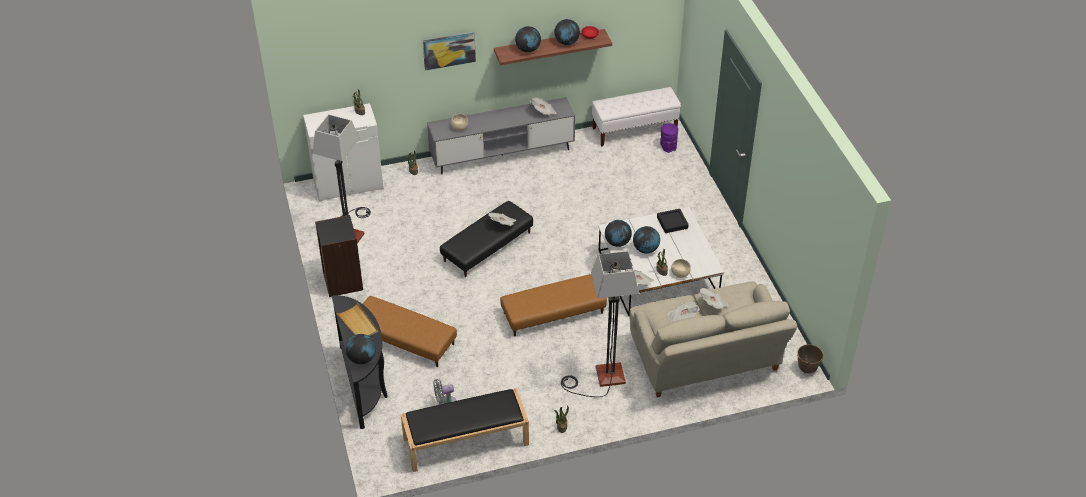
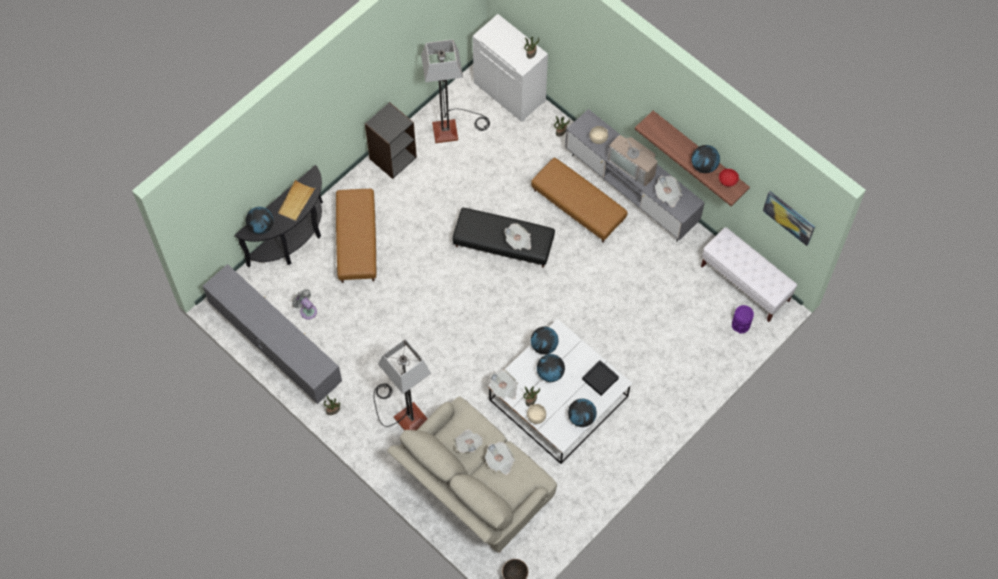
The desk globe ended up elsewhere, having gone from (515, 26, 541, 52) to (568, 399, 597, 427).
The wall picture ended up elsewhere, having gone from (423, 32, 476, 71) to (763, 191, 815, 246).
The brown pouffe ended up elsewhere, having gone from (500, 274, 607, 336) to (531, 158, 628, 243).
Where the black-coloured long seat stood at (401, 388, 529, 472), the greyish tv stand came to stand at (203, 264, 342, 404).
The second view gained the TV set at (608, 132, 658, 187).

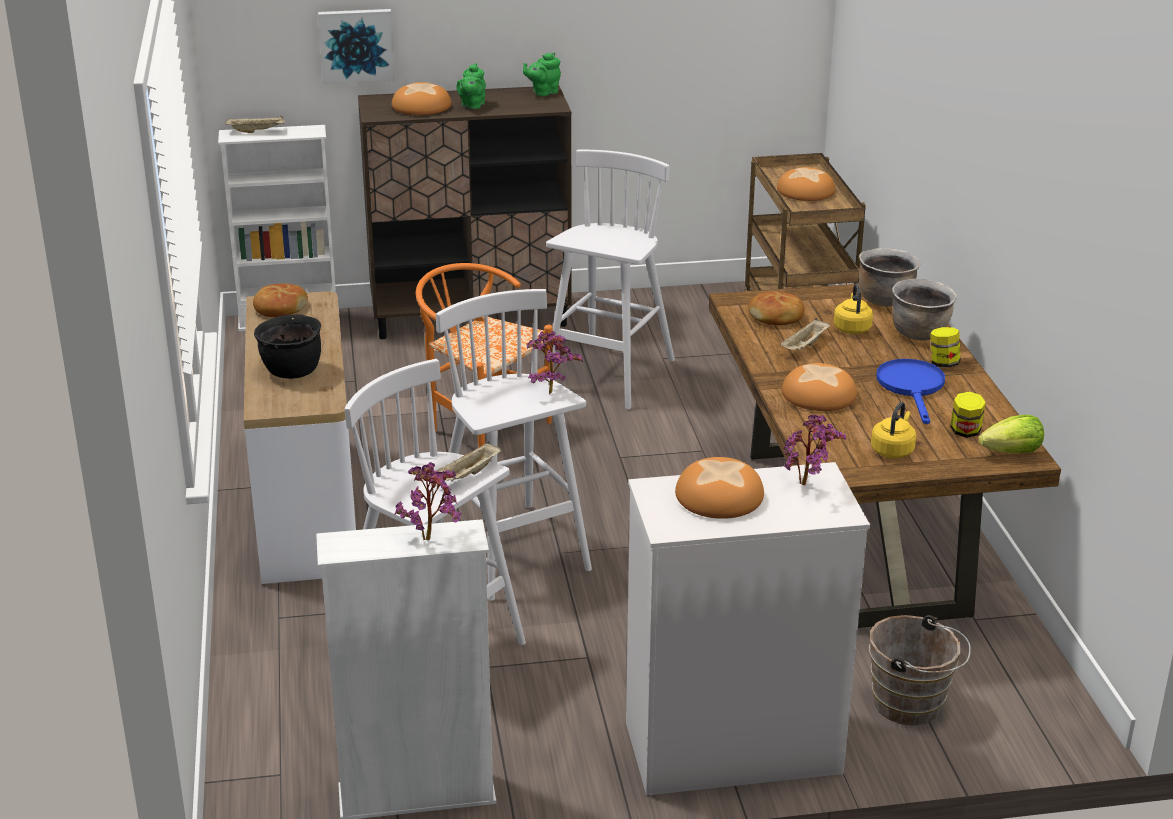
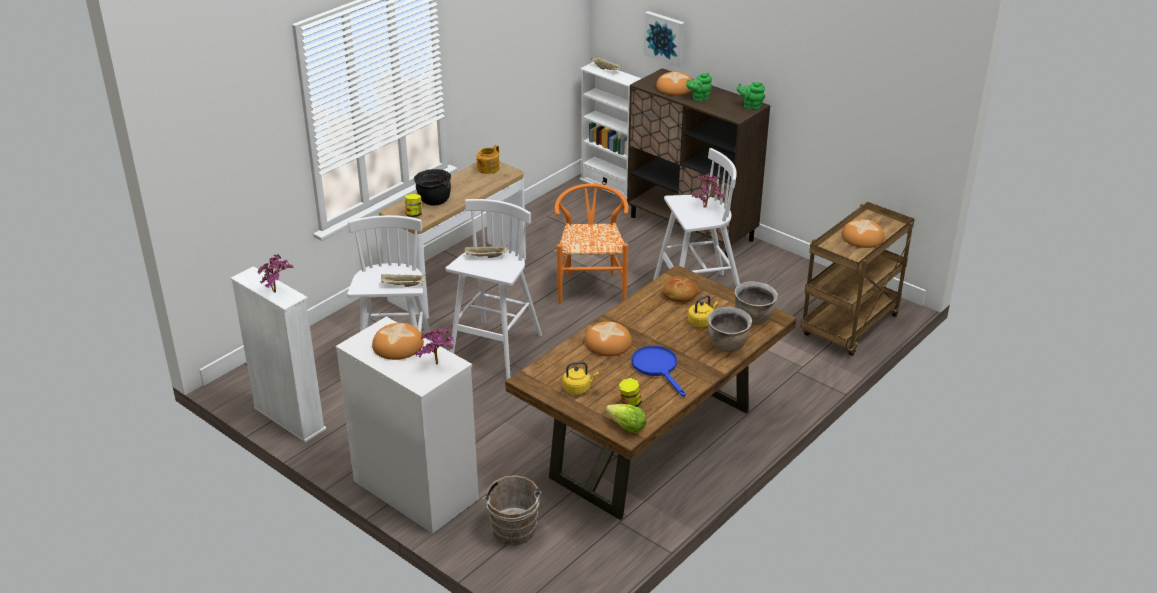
Where the bakery bread stood at (253, 284, 308, 317), the tea pot came to stand at (476, 145, 500, 174).
The sand-coloured serving tray ended up elsewhere, having gone from (780, 318, 830, 350) to (465, 245, 508, 258).
The jar ended up elsewhere, having gone from (930, 327, 961, 367) to (405, 194, 422, 217).
The plant in a pot ended up elsewhere, having gone from (527, 331, 583, 394) to (692, 173, 724, 208).
The blue-coloured frying pan at (877, 359, 945, 424) ended up facing another way, 75 degrees counterclockwise from before.

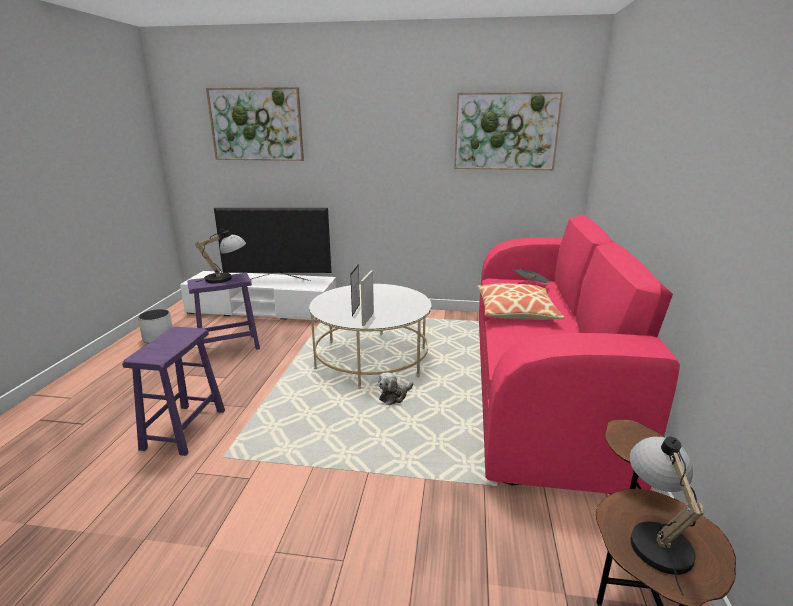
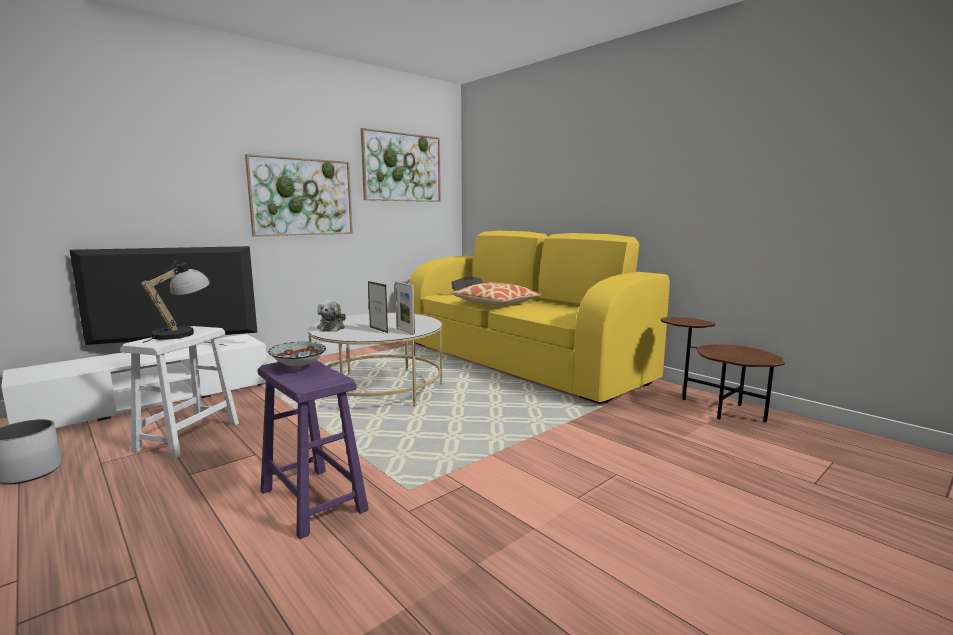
The wall picture ended up elsewhere, having gone from (206, 87, 304, 161) to (245, 154, 353, 237).
The TV set at (214, 208, 331, 281) ended up facing another way, 150 degrees counterclockwise from before.
What was the pink-coloured couch at (479, 215, 680, 494) turned into the yellow-coloured couch at (409, 231, 670, 403).
What was the purplish stool seat at (187, 273, 260, 360) turned into the white-coloured stool seat at (120, 326, 239, 458).
The cuddly toy ended up elsewhere, having gone from (378, 372, 413, 405) to (317, 300, 346, 332).
The second view lost the table lamp at (630, 437, 704, 596).
The second view gained the bowl at (268, 342, 326, 367).

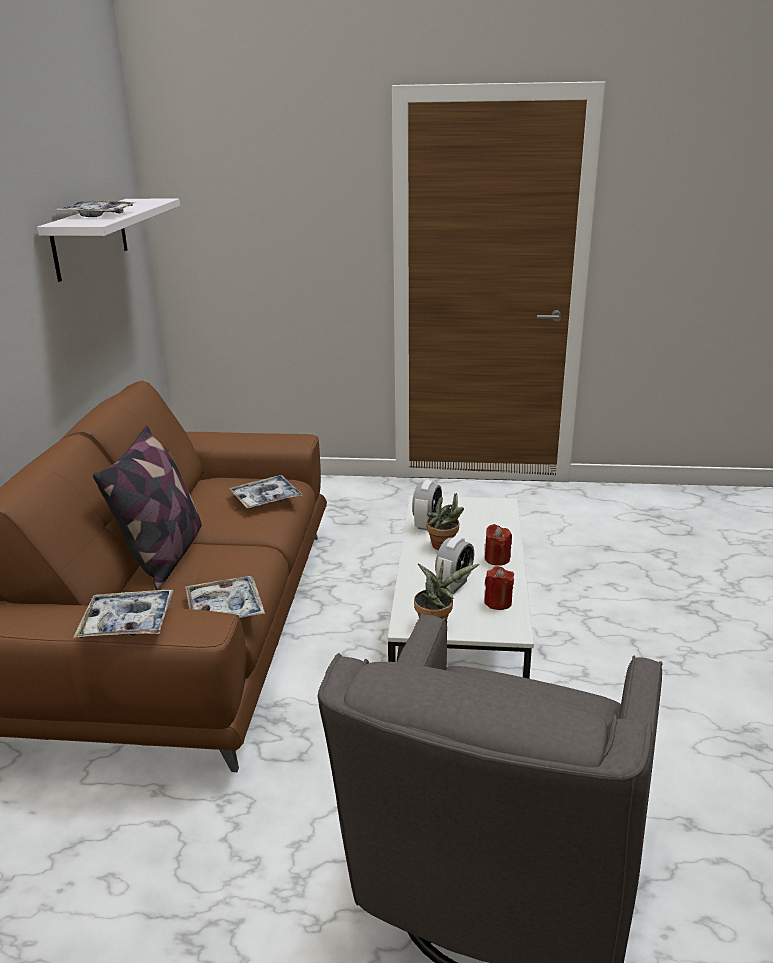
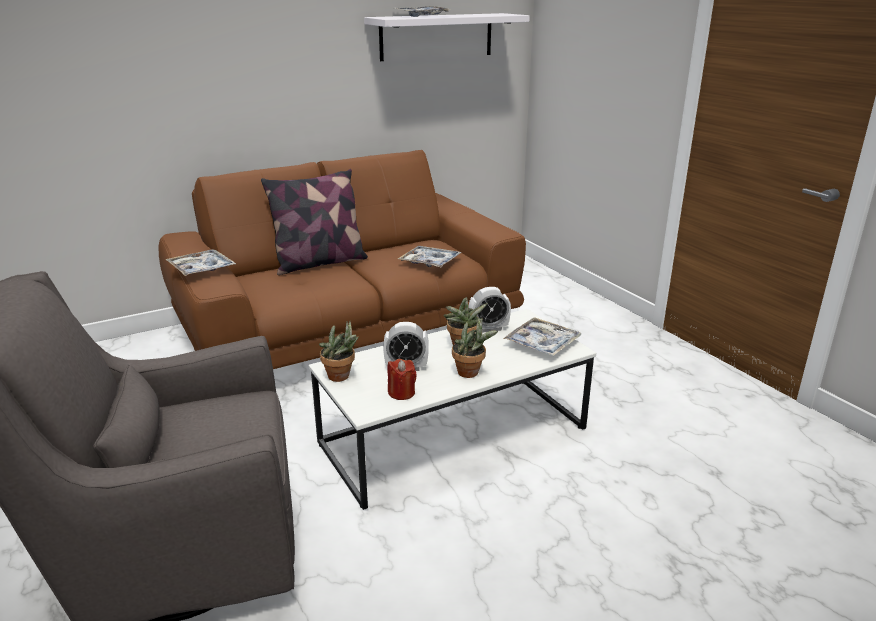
Where the red-coloured candle stood at (485, 524, 512, 566), the plant in a pot came to stand at (452, 317, 498, 378).
The serving tray ended up elsewhere, having gone from (185, 576, 265, 618) to (503, 317, 581, 356).

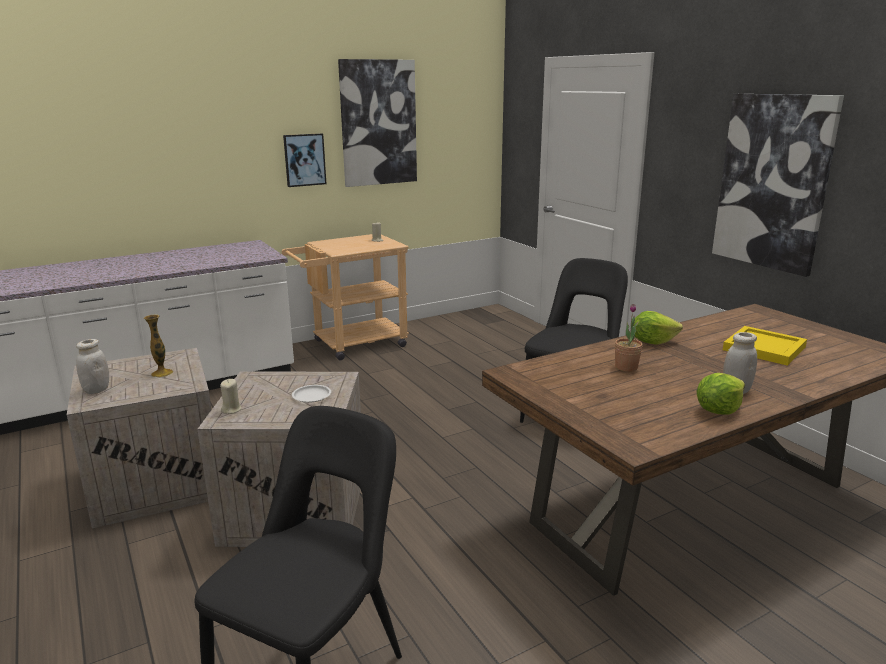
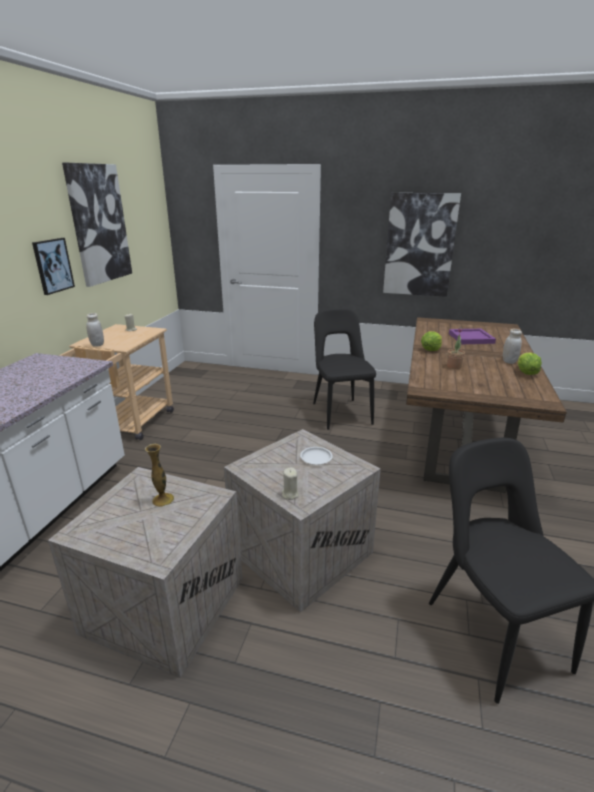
What was the yellow-coloured serving tray at (723, 326, 807, 366) turned into the purplish serving tray at (449, 329, 496, 344).
The white-coloured jar ended up elsewhere, having gone from (76, 339, 109, 394) to (86, 313, 104, 347).

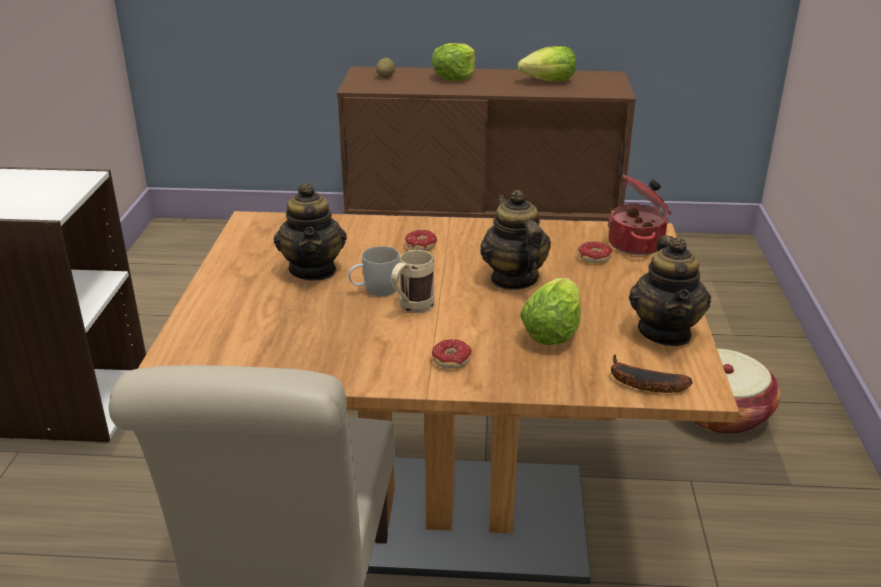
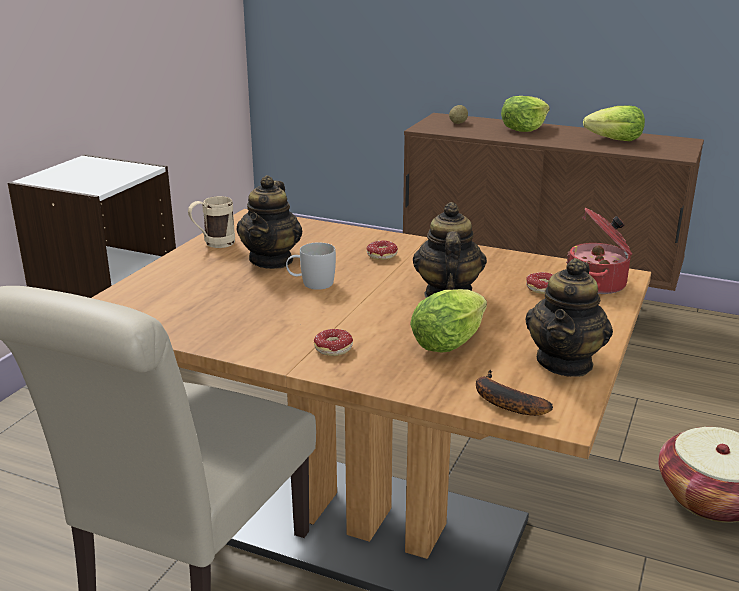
The sand-coloured tea mug ended up elsewhere, having gone from (391, 250, 435, 313) to (188, 196, 235, 248).

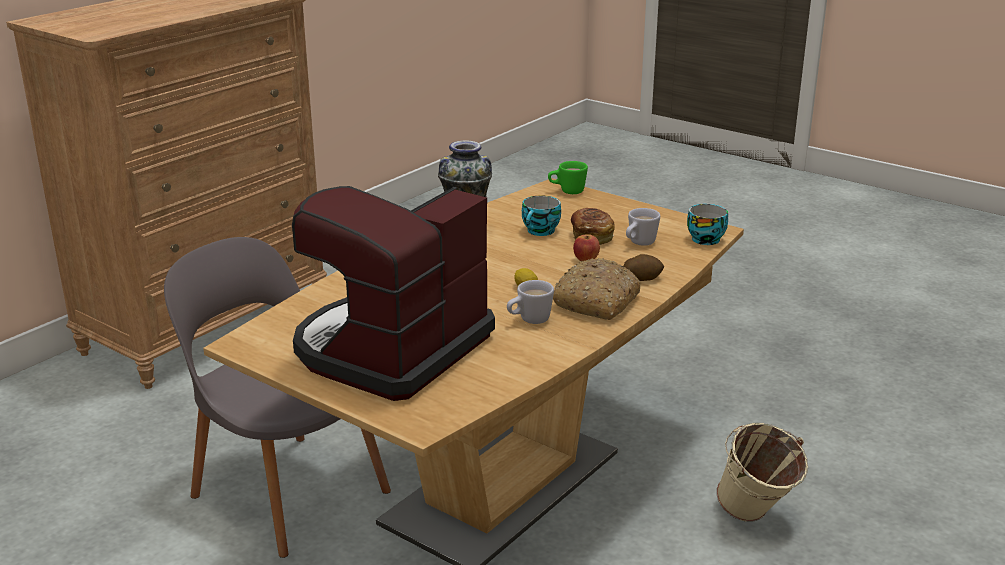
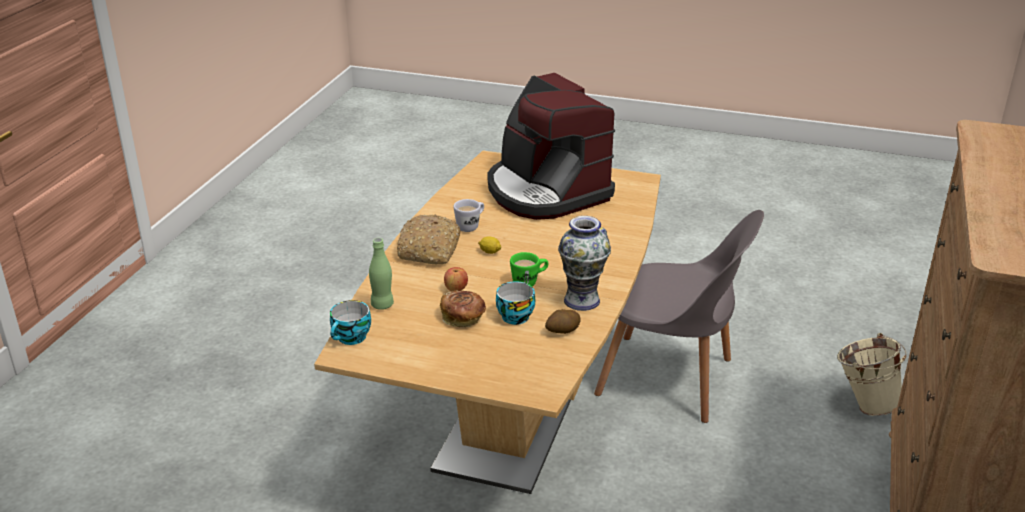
The green tea mug ended up elsewhere, having gone from (548, 161, 588, 194) to (510, 252, 549, 286).
The coffee maker at (292, 186, 495, 401) ended up facing another way, 135 degrees clockwise from before.
The second view lost the white-coloured tea mug at (626, 208, 660, 246).
The spud ended up elsewhere, having gone from (624, 254, 664, 281) to (545, 309, 581, 334).
The sand-coloured bucket ended up elsewhere, having gone from (716, 423, 808, 522) to (837, 333, 906, 416).
The second view gained the green beverage bottle at (369, 238, 394, 310).

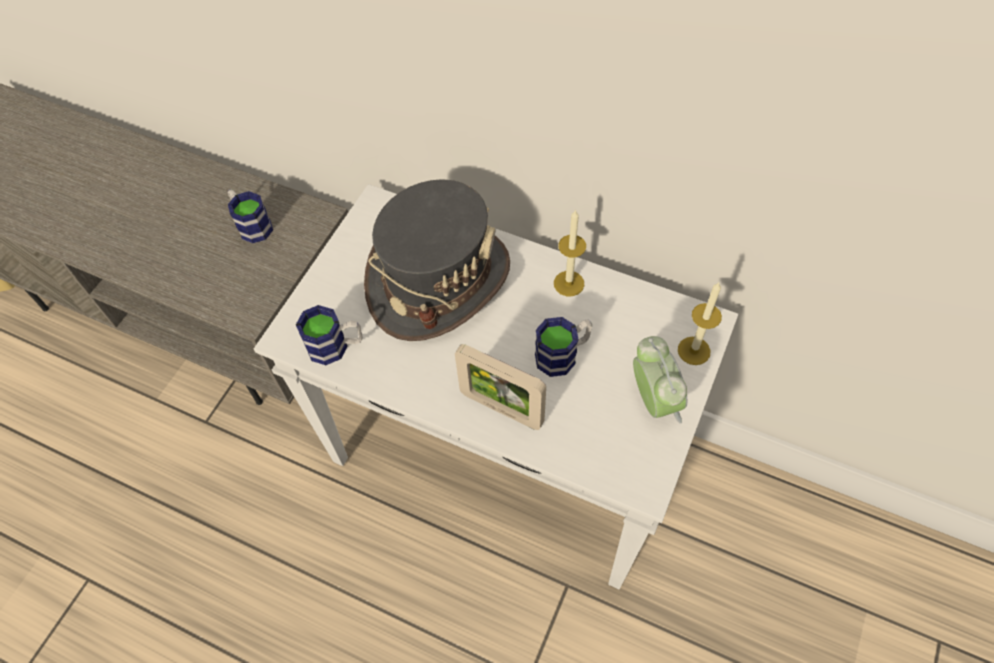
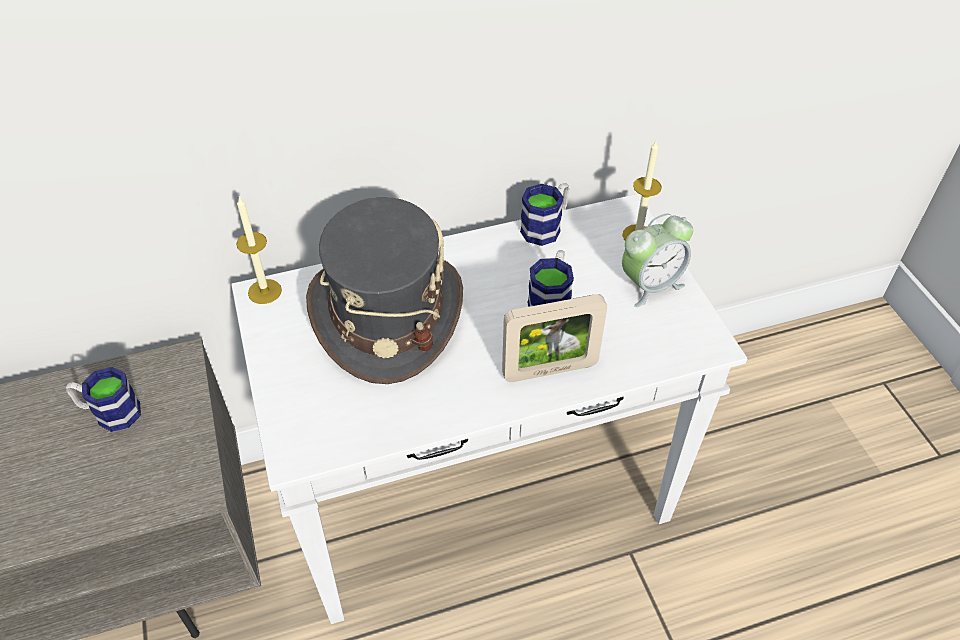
The candle ended up elsewhere, having gone from (554, 209, 586, 296) to (236, 197, 282, 304).
The tea mug ended up elsewhere, having gone from (296, 305, 363, 365) to (520, 183, 569, 246).
The table clock at (633, 336, 687, 423) ended up facing another way, 120 degrees clockwise from before.

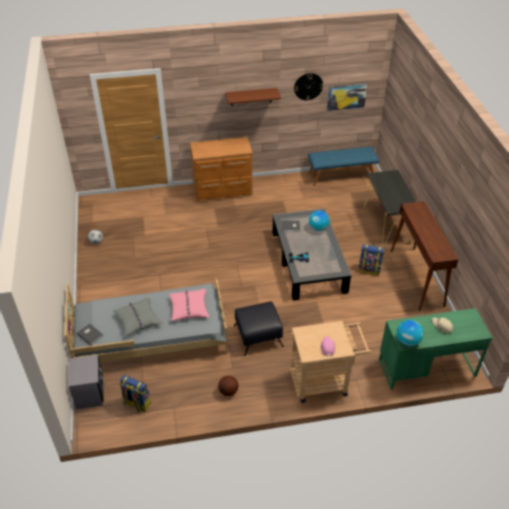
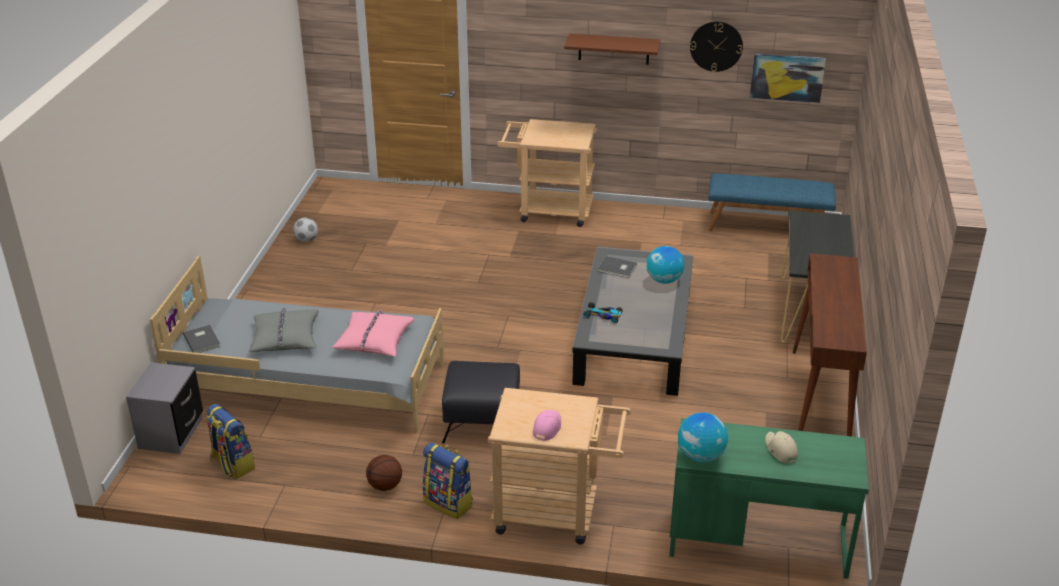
Where the brown dresser stood at (190, 137, 253, 202), the sand-coloured wheeled cart came to stand at (497, 119, 597, 227).
The backpack ended up elsewhere, having gone from (359, 244, 384, 275) to (423, 442, 473, 519).

